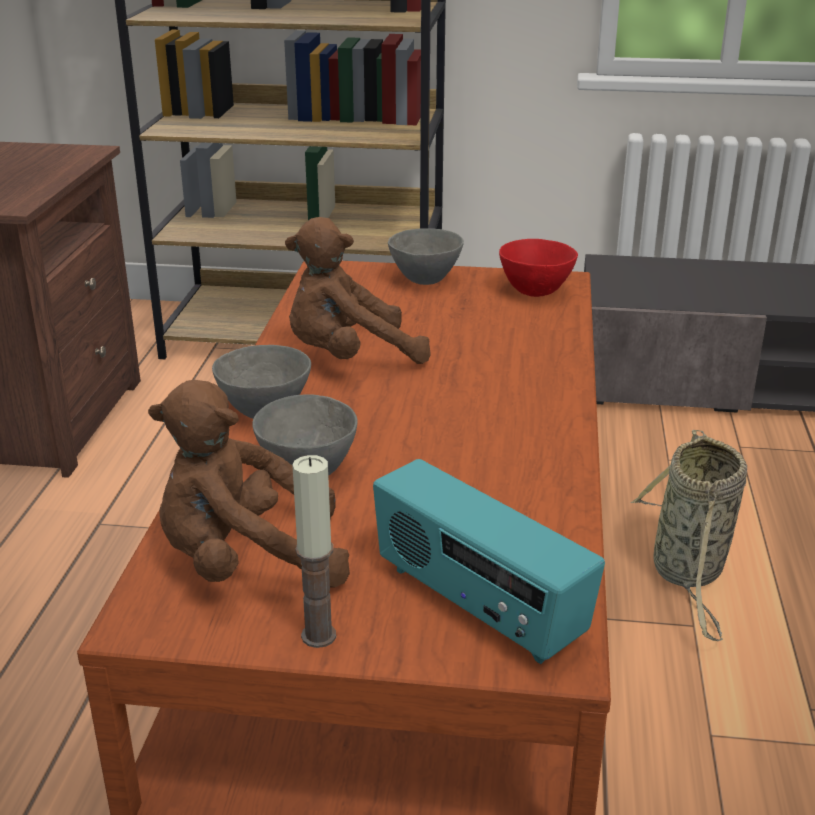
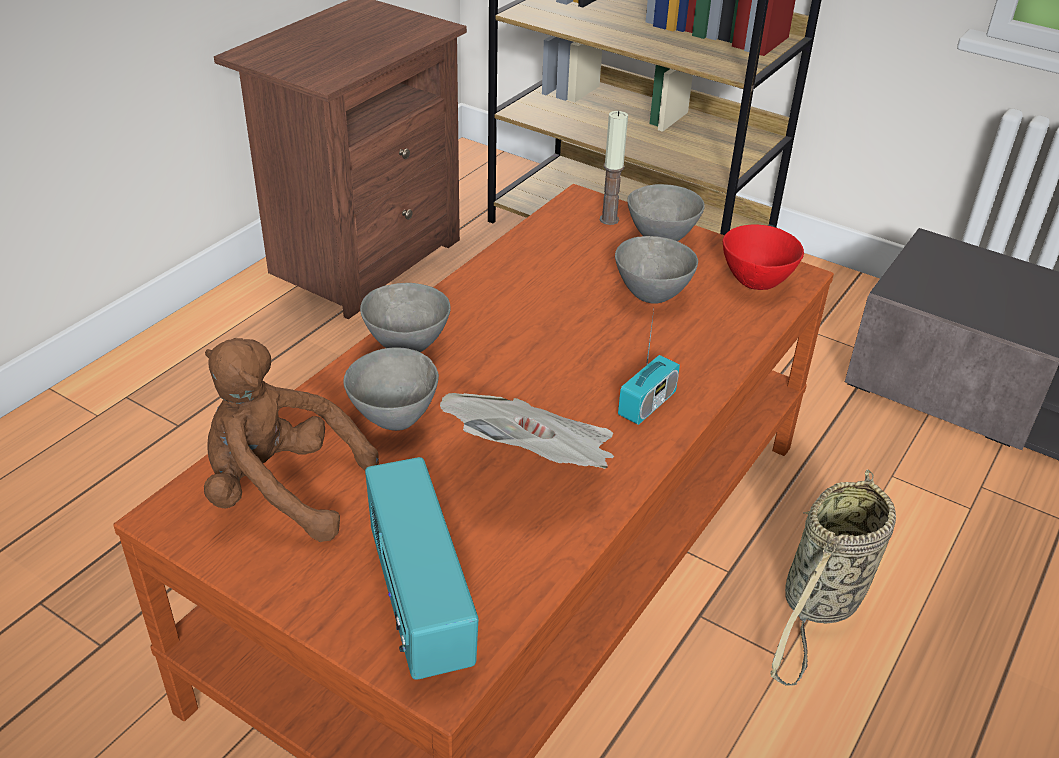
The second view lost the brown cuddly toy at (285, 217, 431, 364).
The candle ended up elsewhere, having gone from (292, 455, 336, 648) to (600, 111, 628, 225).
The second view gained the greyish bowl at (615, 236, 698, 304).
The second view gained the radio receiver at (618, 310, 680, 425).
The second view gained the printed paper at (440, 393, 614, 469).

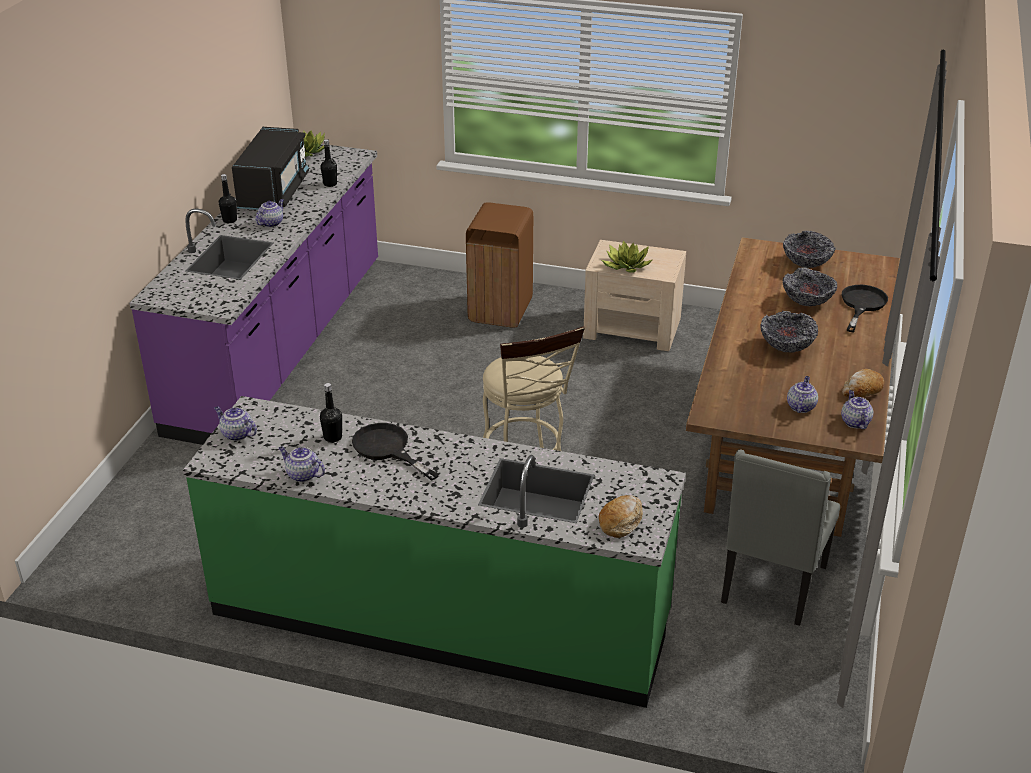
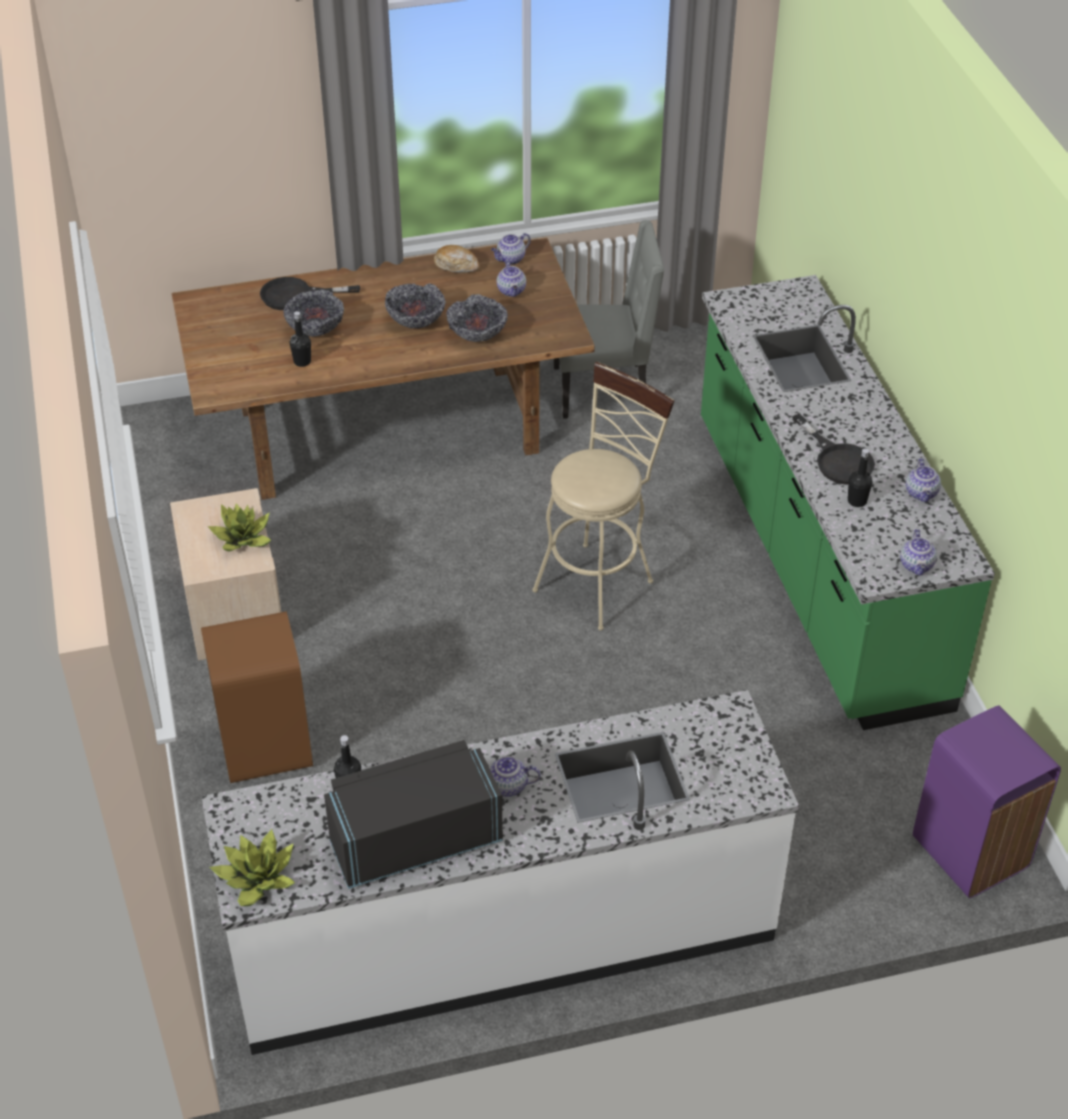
What was the purplish kitchen base unit at (129, 144, 378, 445) turned into the white-coloured kitchen base unit at (202, 690, 799, 1055).
The black-coloured beverage bottle ended up elsewhere, having gone from (219, 174, 237, 223) to (290, 311, 311, 367).
The bowl ended up elsewhere, having gone from (783, 231, 836, 268) to (447, 294, 508, 342).
The tea pot at (787, 376, 818, 413) ended up facing another way, 90 degrees counterclockwise from before.
The black-coloured frying pan at (352, 423, 439, 481) ended up facing another way, 45 degrees counterclockwise from before.
The second view lost the bakery bread at (599, 495, 643, 538).
The second view gained the purplish waste bin at (913, 706, 1061, 898).

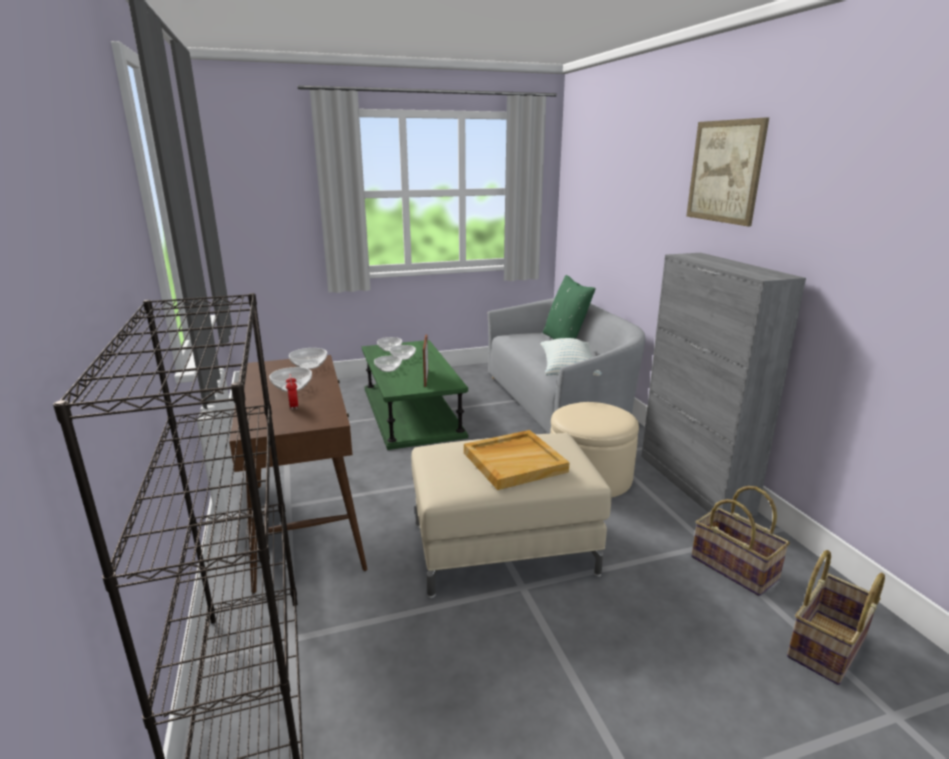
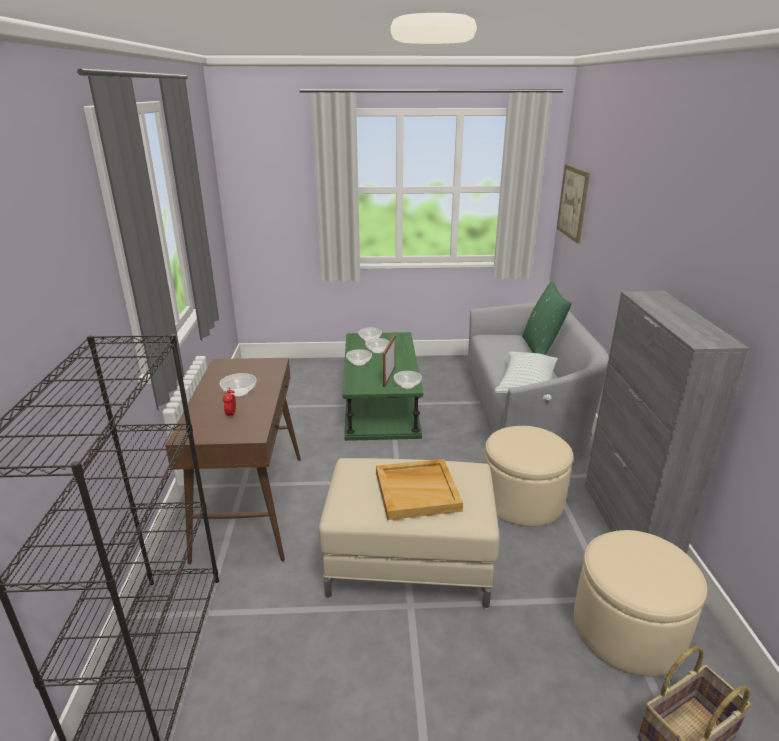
The wall picture ended up elsewhere, having gone from (686, 117, 769, 226) to (557, 164, 590, 244).
The bowl ended up elsewhere, having gone from (289, 348, 327, 369) to (394, 371, 422, 389).
Where the storage basket stood at (691, 486, 790, 596), the sand-coloured pouffe came to stand at (574, 530, 707, 676).

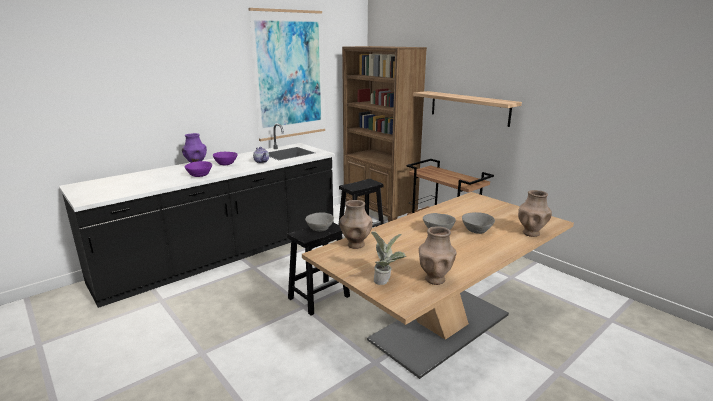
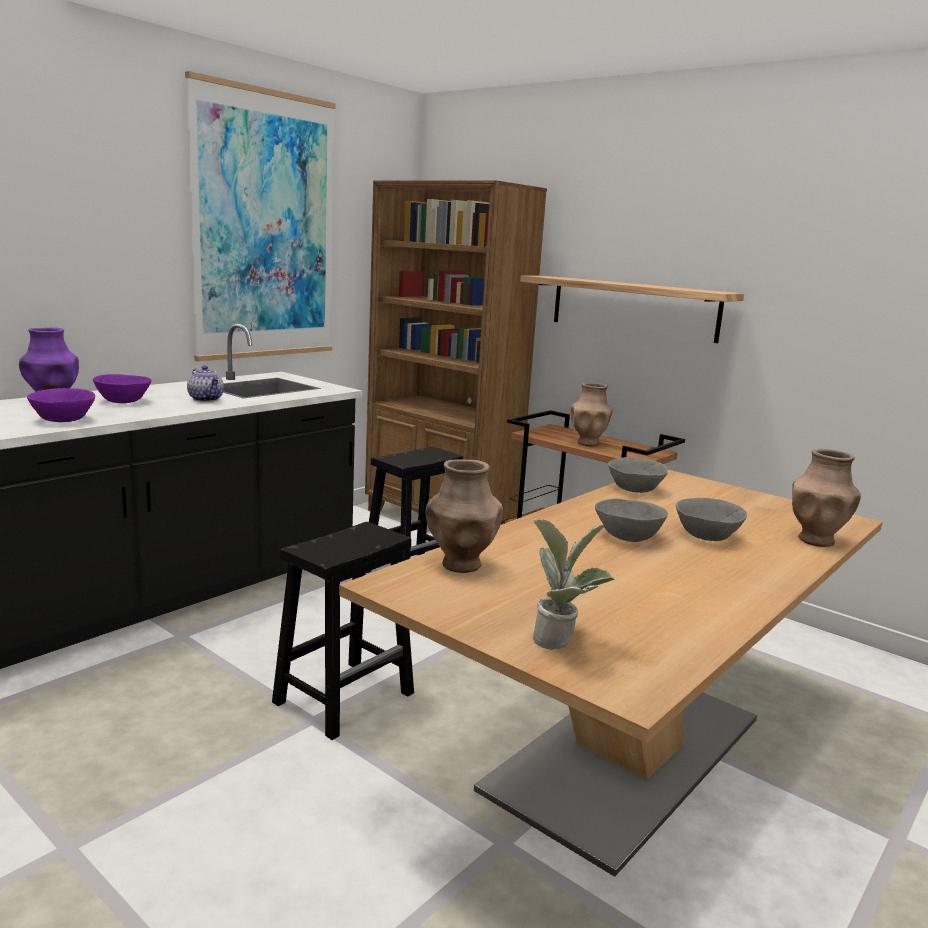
The greyish bowl ended up elsewhere, having gone from (305, 212, 334, 232) to (608, 457, 668, 493).
The brown flower vase ended up elsewhere, having gone from (419, 227, 457, 285) to (570, 383, 613, 446).

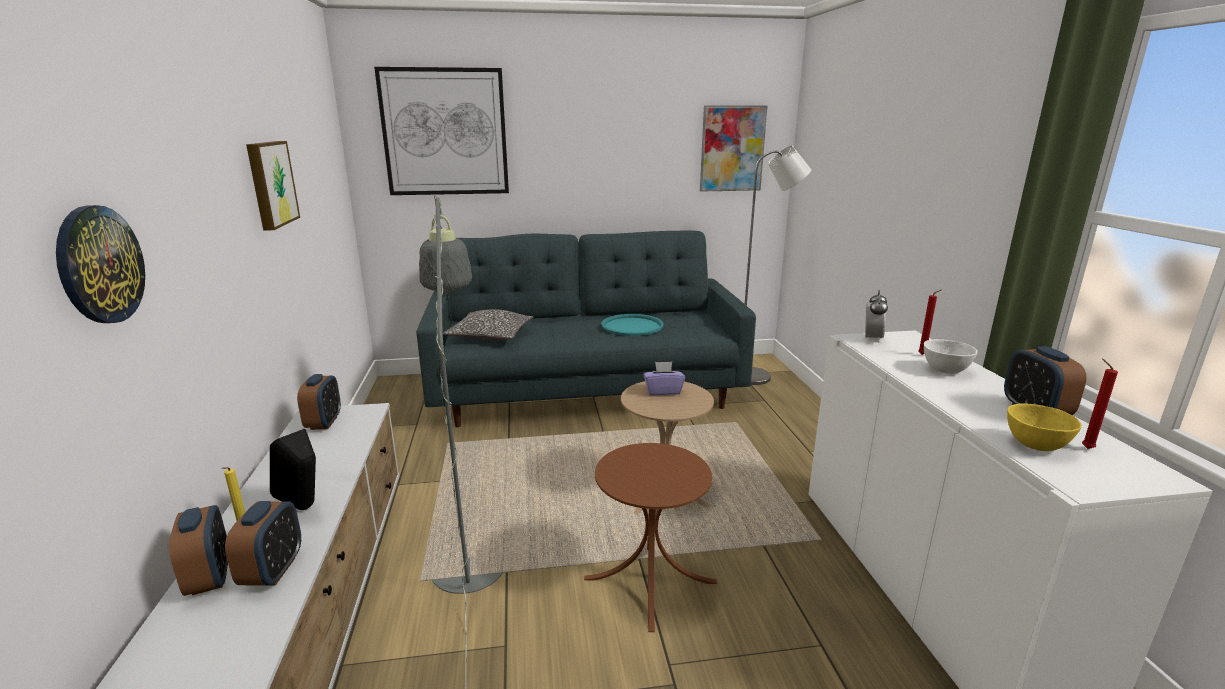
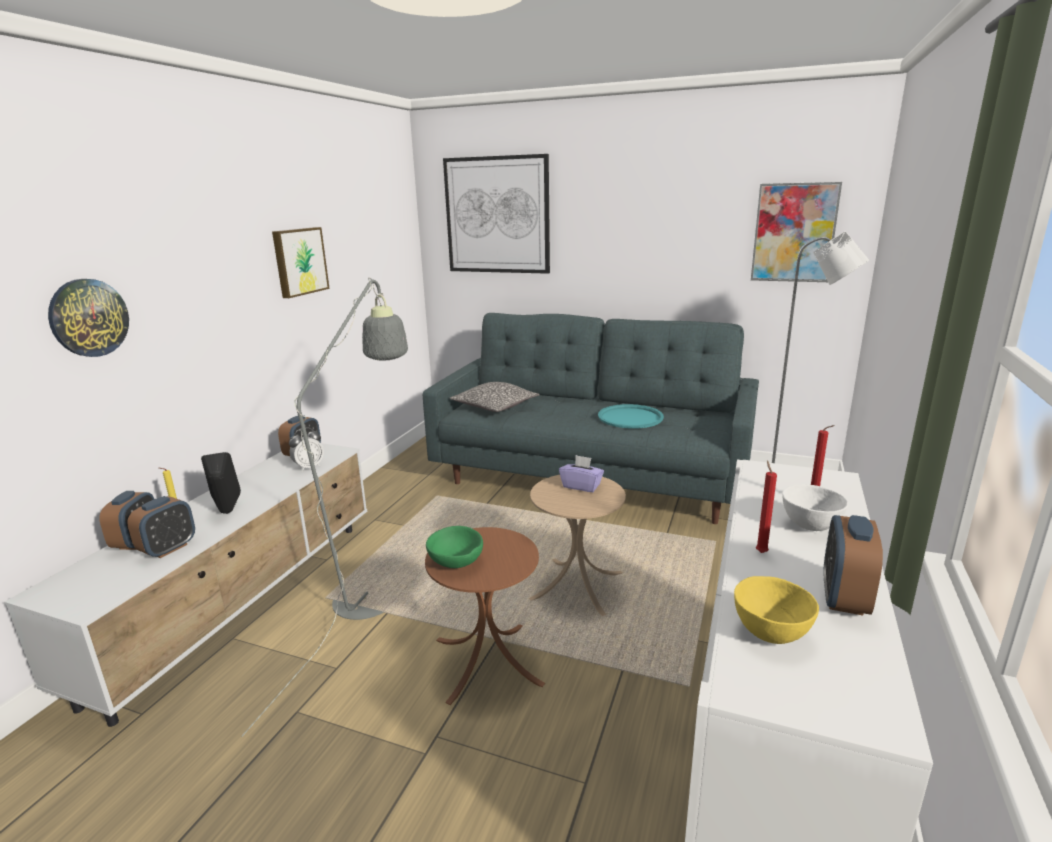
The table clock ended up elsewhere, having gone from (865, 290, 888, 343) to (289, 428, 324, 471).
The red-coloured candle ended up elsewhere, having gone from (1082, 358, 1118, 449) to (756, 460, 777, 553).
The second view gained the green bowl at (426, 526, 483, 568).

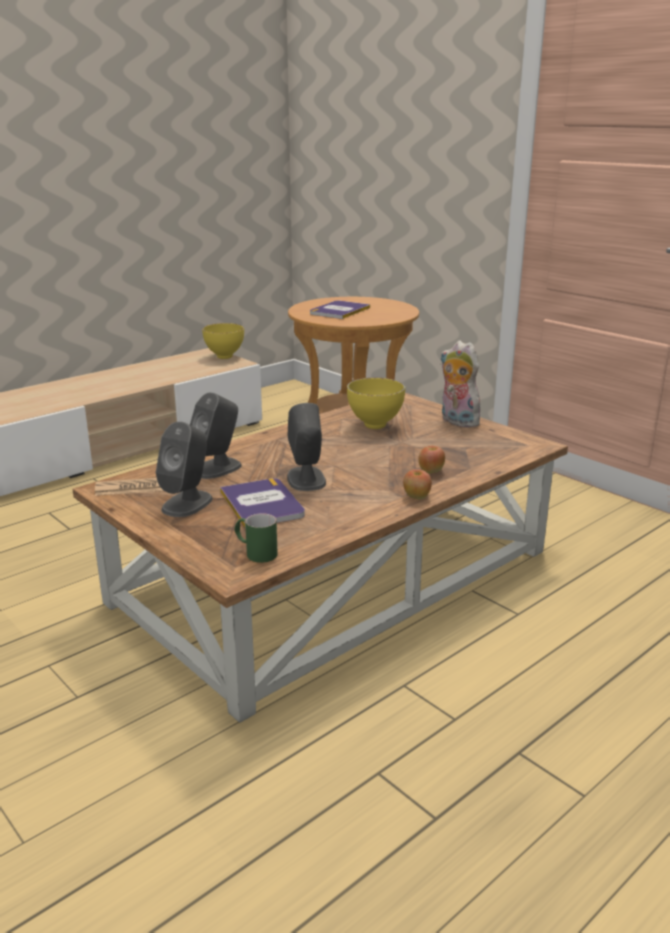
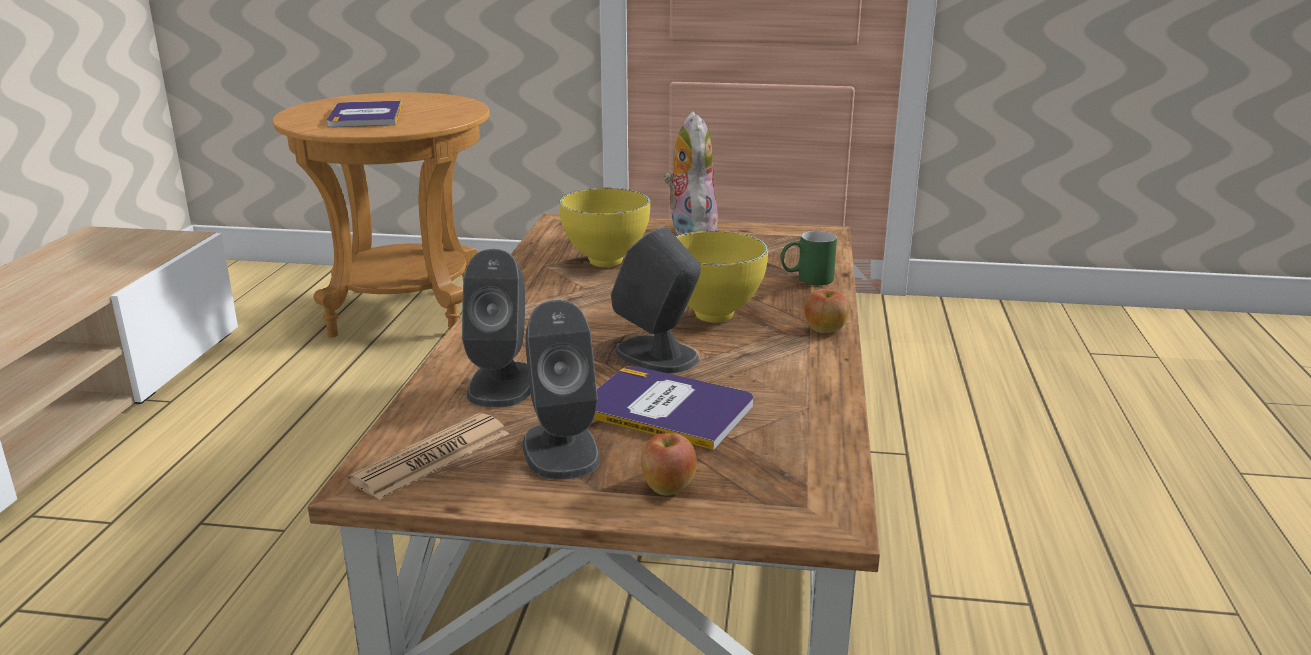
The yellow-coloured bowl ended up elsewhere, having gone from (202, 323, 244, 359) to (676, 231, 768, 323).
The cuddly toy at (440, 340, 480, 428) ended up facing another way, 75 degrees clockwise from before.
The whole apple ended up elsewhere, having gone from (418, 446, 445, 473) to (641, 433, 697, 496).
The green tea mug ended up elsewhere, having gone from (234, 513, 278, 563) to (781, 231, 837, 285).

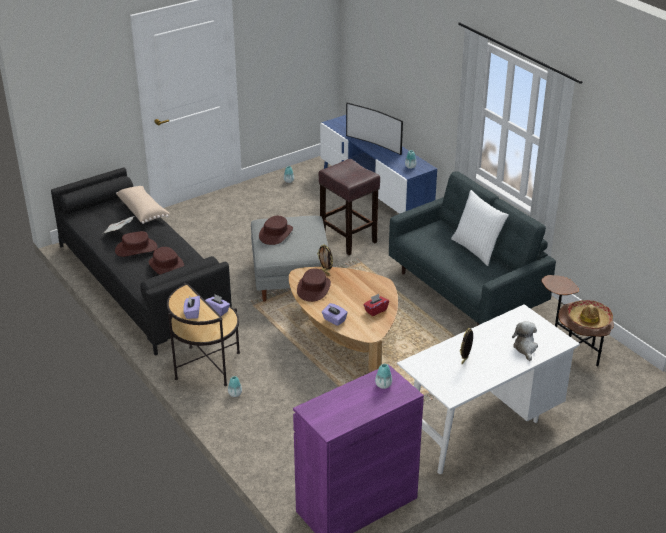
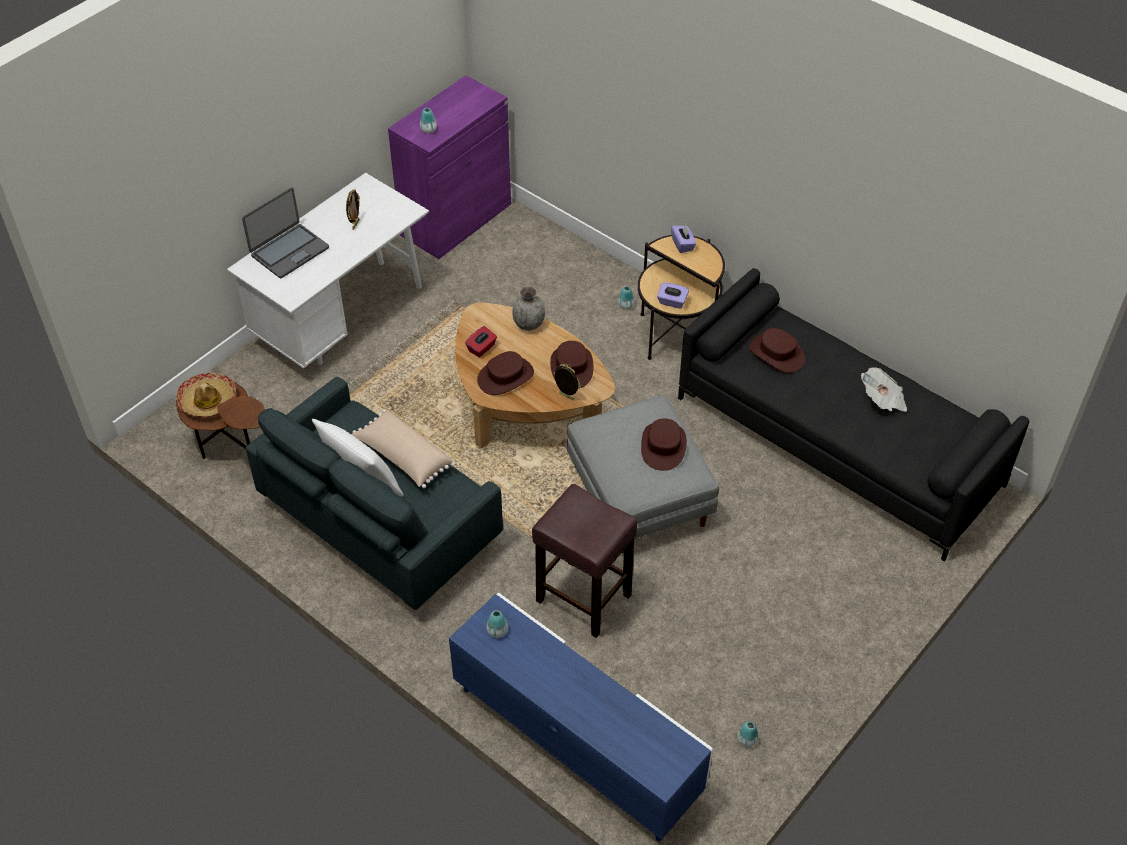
The second view lost the TV set at (346, 103, 403, 155).
The sand-coloured cushion ended up elsewhere, having gone from (116, 186, 170, 224) to (351, 410, 455, 488).
The brown wearable hat ended up elsewhere, having gone from (115, 231, 157, 257) to (477, 351, 534, 395).
Where the purplish box of tissues stood at (322, 303, 348, 326), the greyish flower vase came to stand at (512, 286, 545, 331).
Where the cuddly toy stood at (512, 321, 538, 361), the laptop came to stand at (242, 187, 329, 278).

